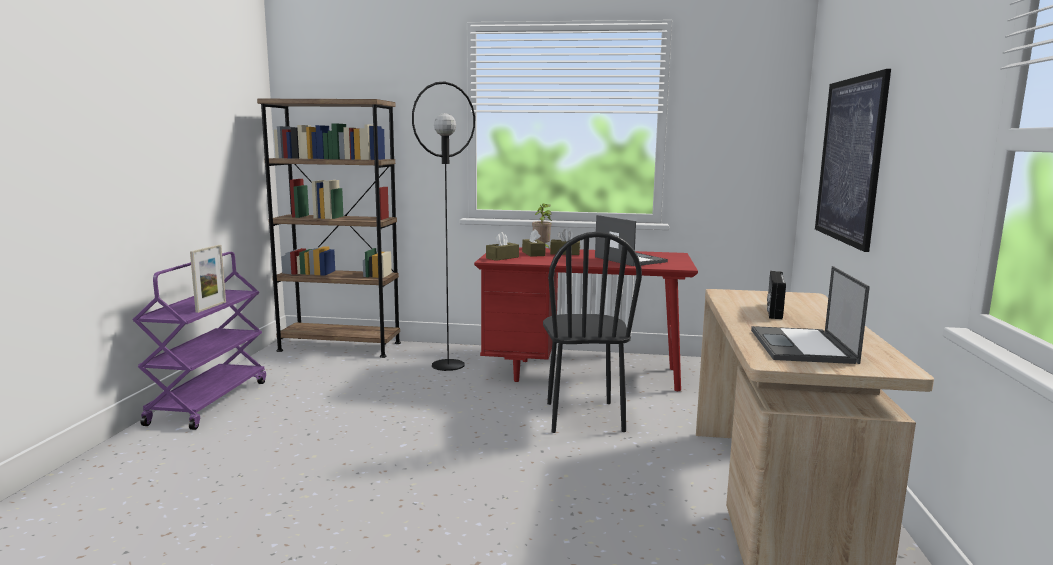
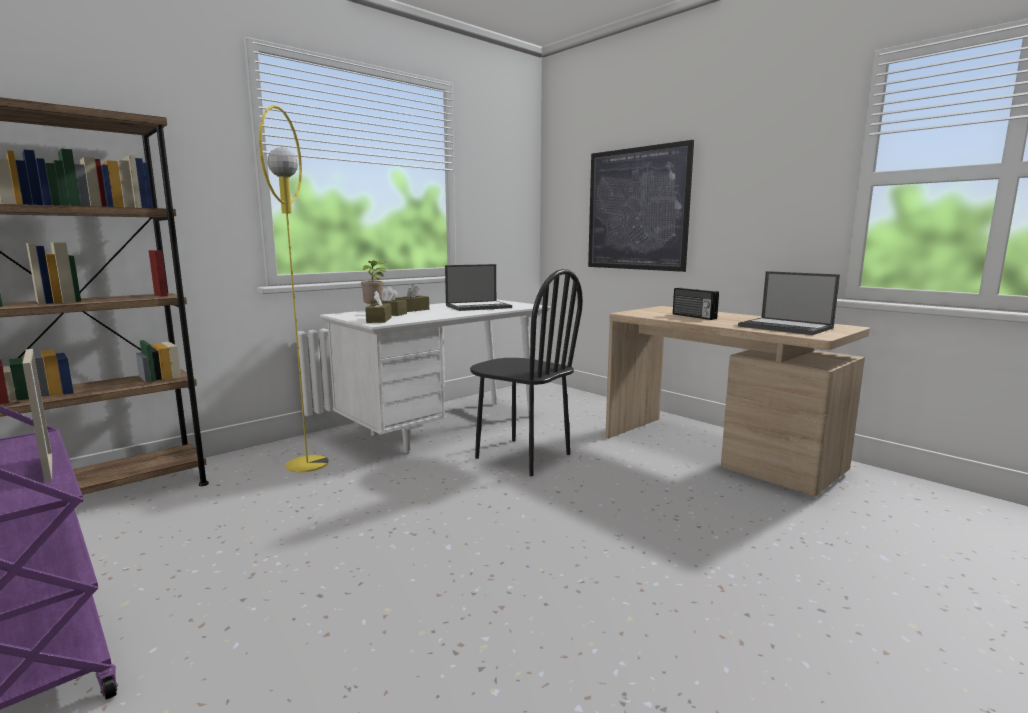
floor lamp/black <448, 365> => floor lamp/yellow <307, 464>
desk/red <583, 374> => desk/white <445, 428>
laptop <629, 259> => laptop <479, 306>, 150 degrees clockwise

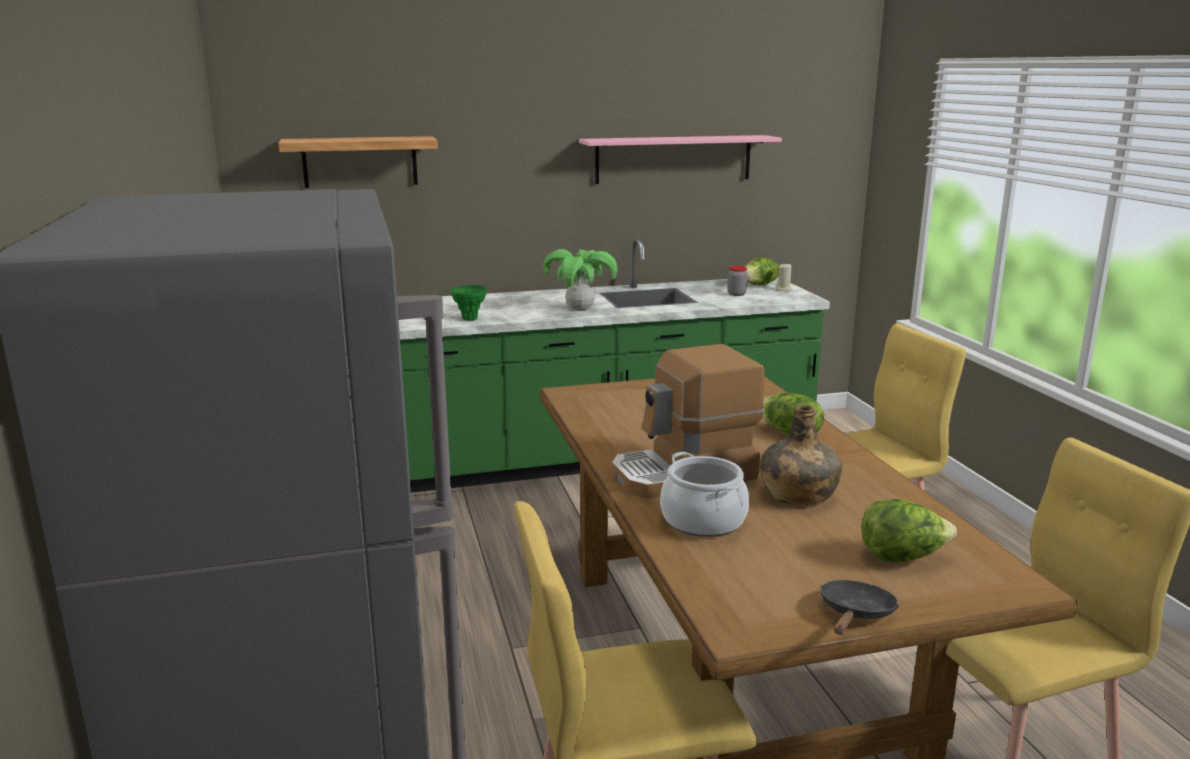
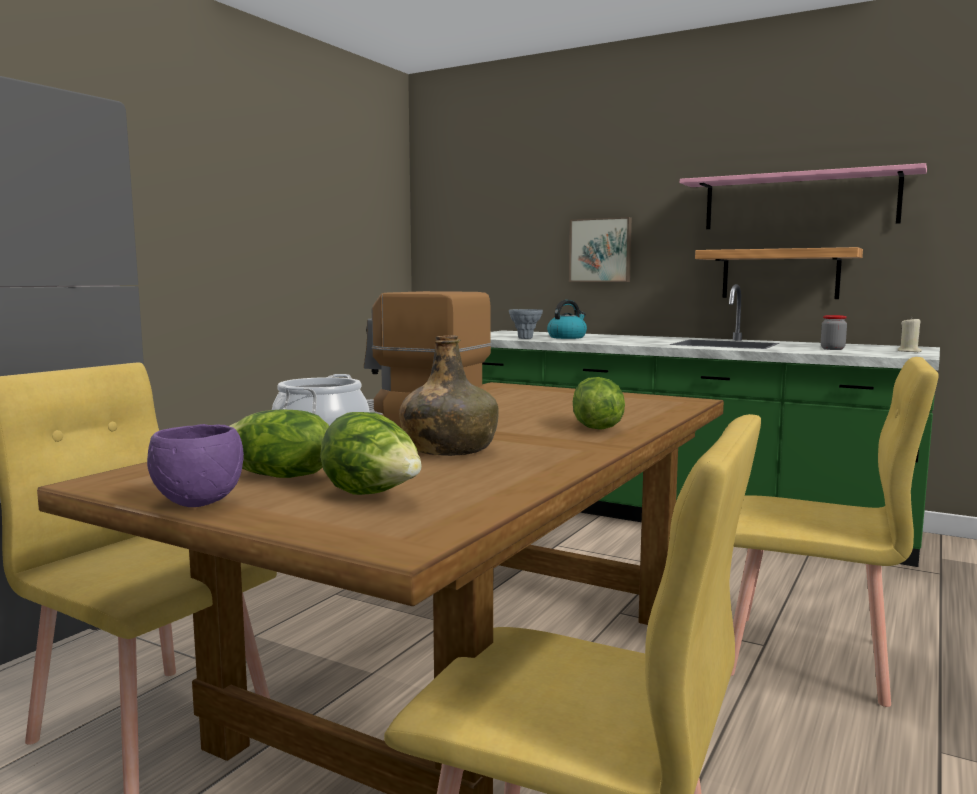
shelf <360, 162> => shelf <780, 274>, moved
vase/green <469, 319> => vase/grey <525, 338>
potted plant <580, 309> => nothing
lettuce <759, 285> => lettuce <279, 477>, moved
frying pan/black <855, 614> => bowl/purple <198, 503>
nothing => kettle <567, 337>
nothing => picture <601, 250>

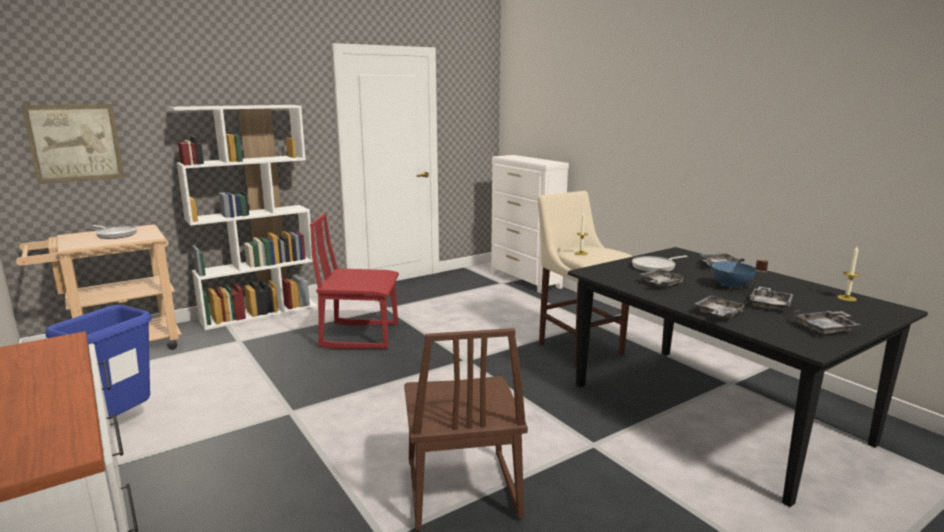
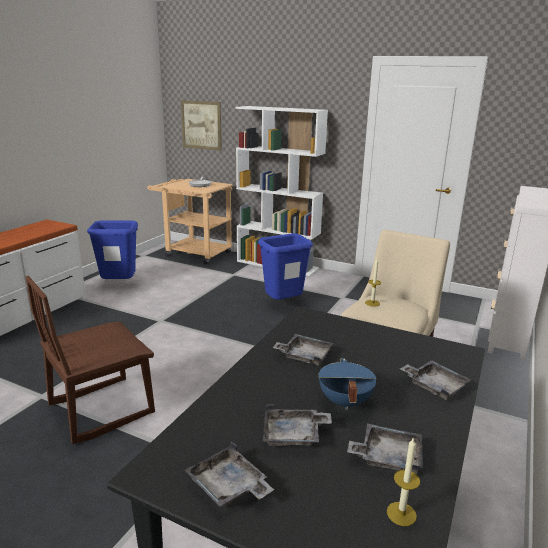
chair/red <360, 335> => trash can/blue <284, 304>
frying pan <655, 267> => nothing
tray/grey <718, 314> => tray/grey <388, 457>, moved

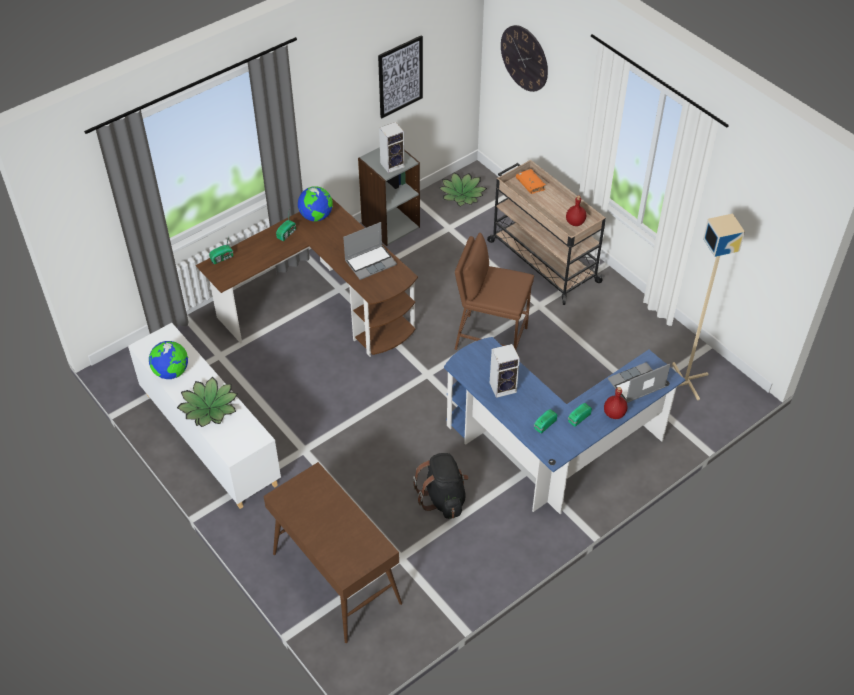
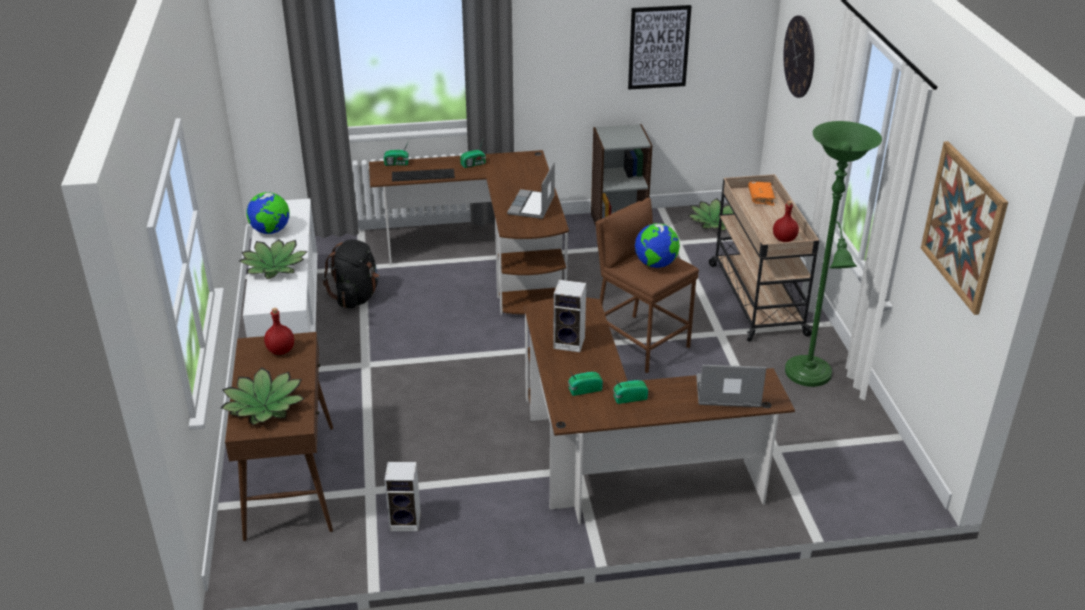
globe <316, 216> => globe <656, 264>, moved
laptop <370, 262> => laptop <532, 206>, 105 degrees clockwise
speaker <393, 164> => speaker <406, 521>, moved
backpack/black <443, 498> => backpack/black <356, 297>, moved
desk/blue <549, 452> => desk/brown <618, 462>
bottle/red <614, 413> => bottle/red <281, 350>, moved
floor lamp/beige <686, 381> => nothing
nothing => potted plant <264, 406>
nothing => keyboard <423, 174>
nothing => floor lamp/green <809, 376>
nothing => picture <963, 226>

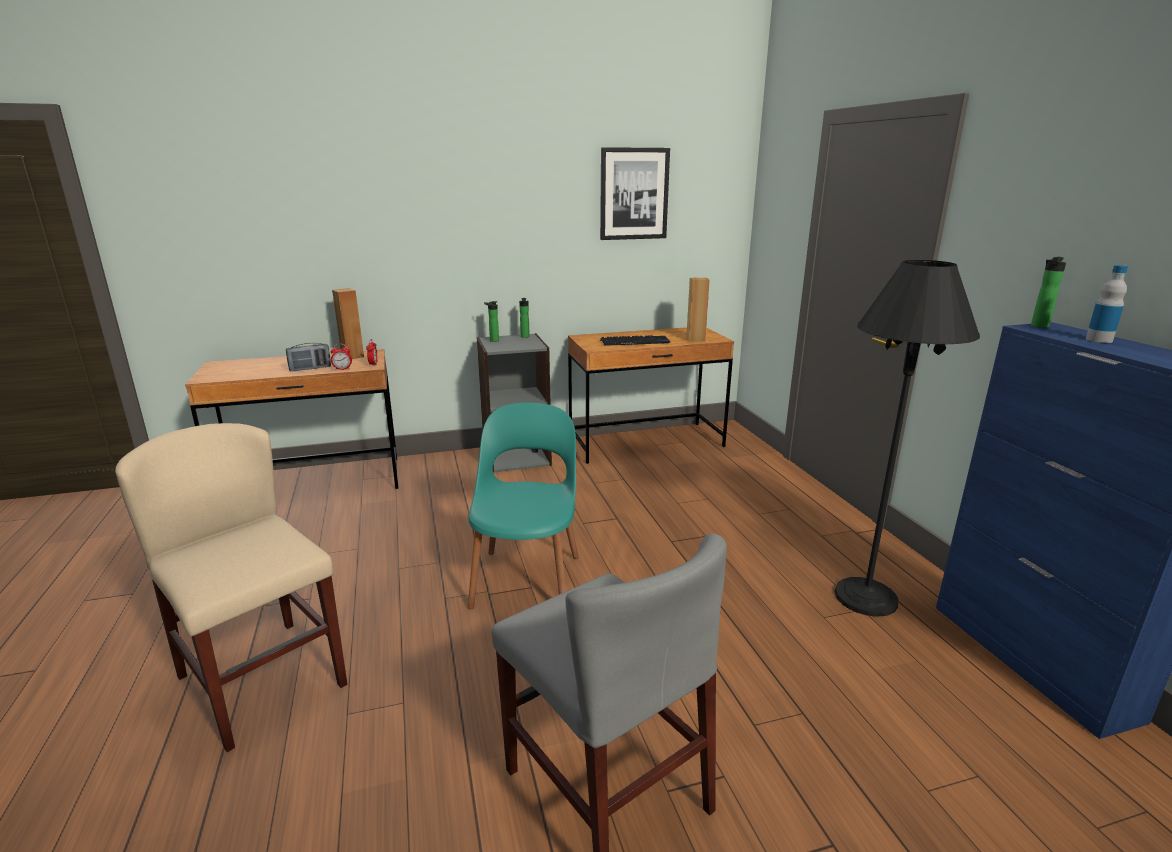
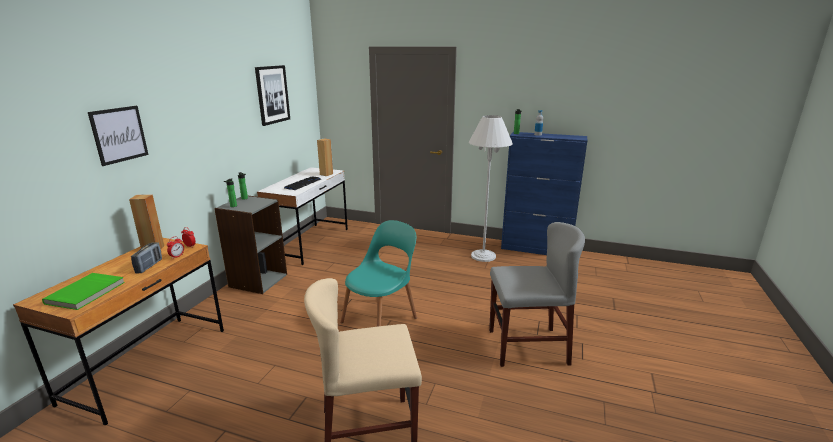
chair/turquoise <527, 577> => chair/turquoise <381, 318>, 90 degrees clockwise
desk/brown <646, 442> => desk/white <310, 243>
floor lamp/black <866, 597> => floor lamp/white <483, 256>
nothing => book/green <87, 293>
nothing => picture <119, 134>

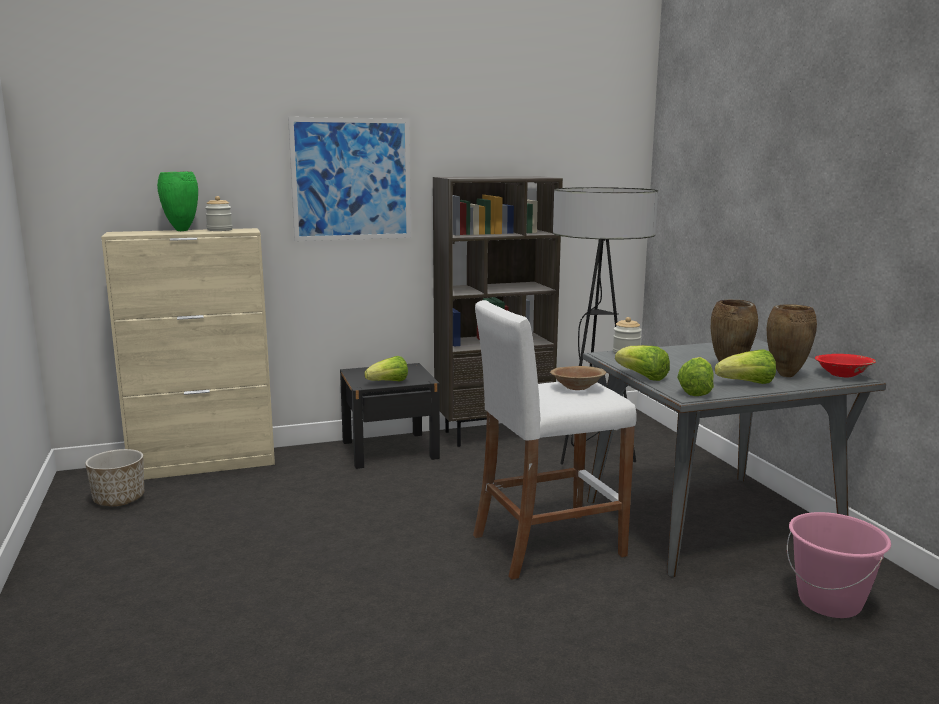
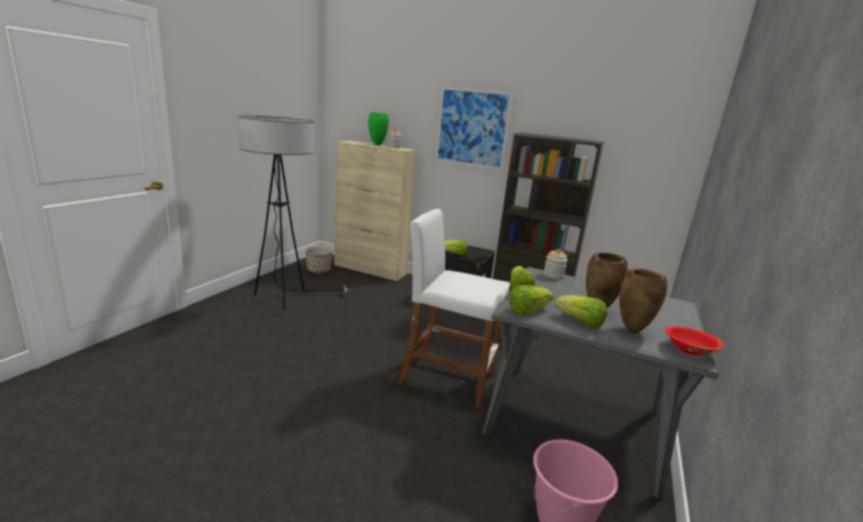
bowl/brown <577, 387> => nothing
floor lamp <593, 459> => floor lamp <284, 301>, moved

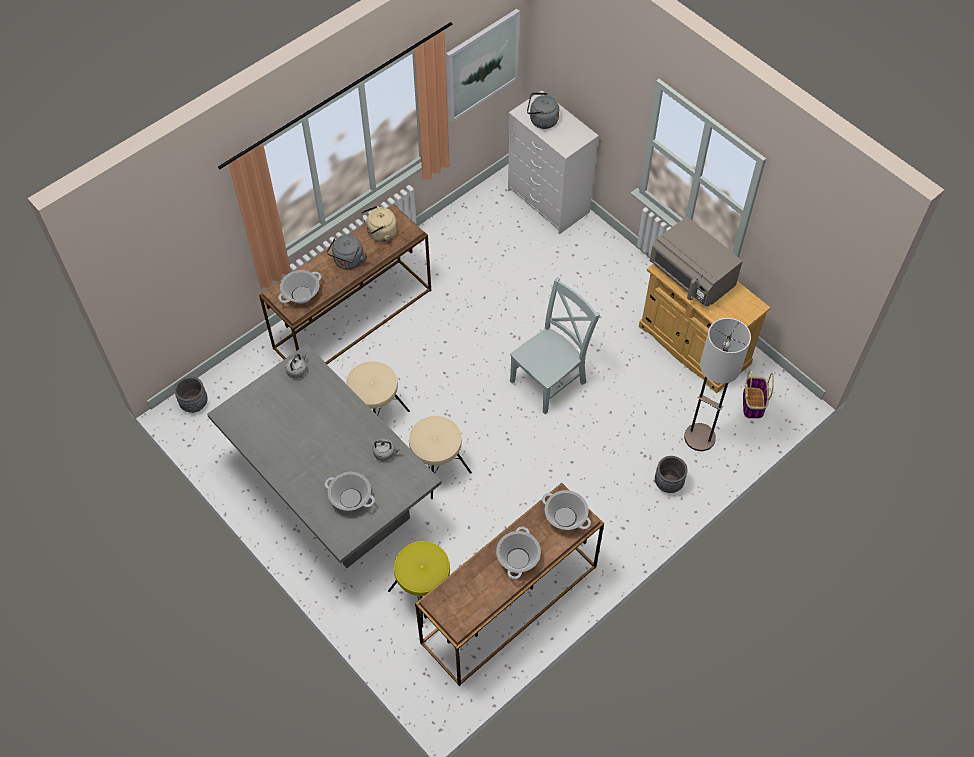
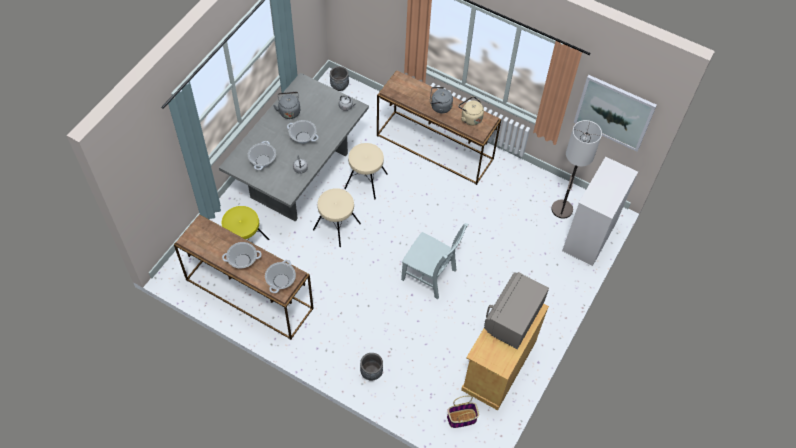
cooking pot <301, 294> => cooking pot <303, 137>, moved
kettle/grey <541, 121> => kettle/grey <289, 111>, moved
floor lamp <700, 437> => floor lamp <562, 209>, moved

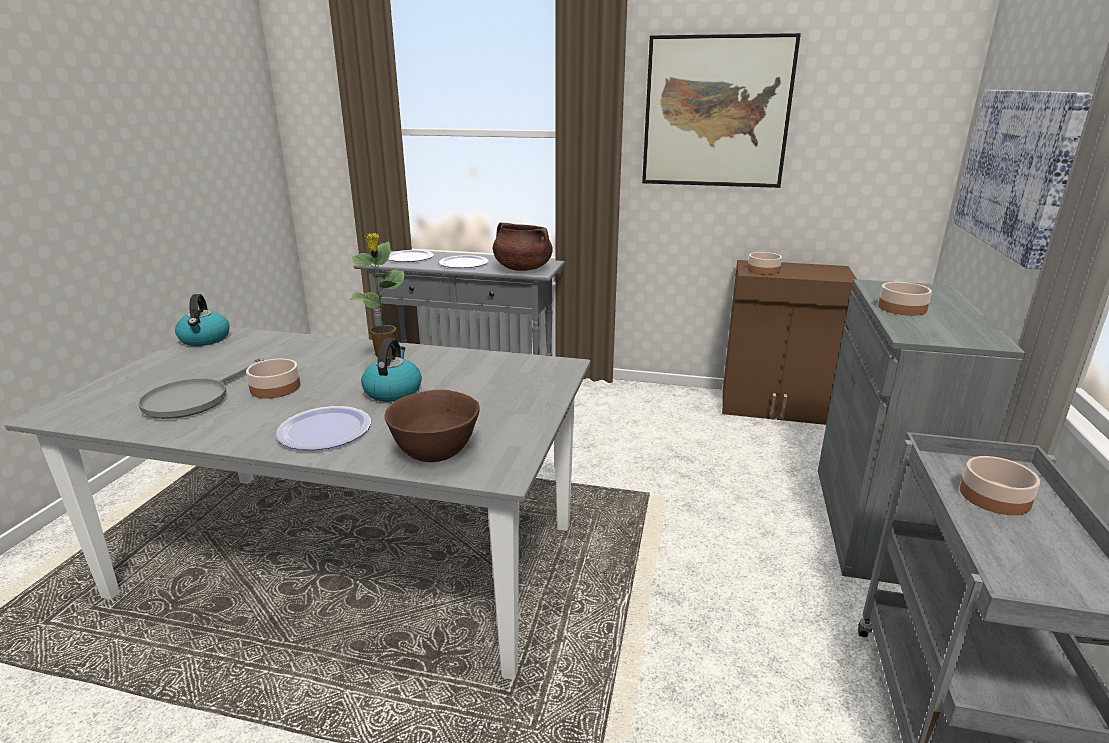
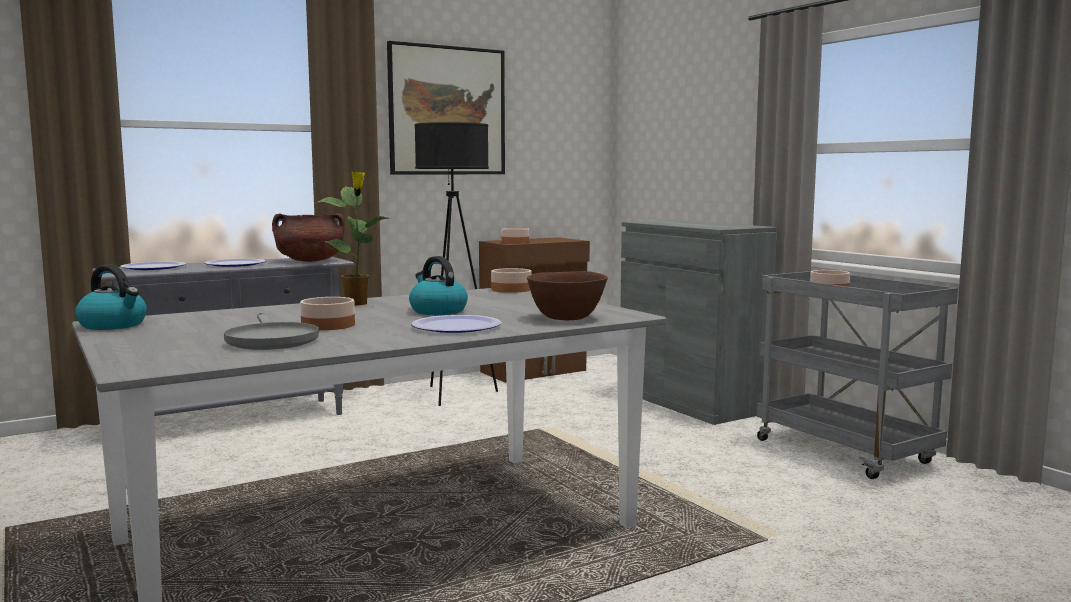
bowl <901, 308> => bowl <511, 289>, moved
picture <1018, 170> => nothing
nothing => floor lamp/black <455, 394>

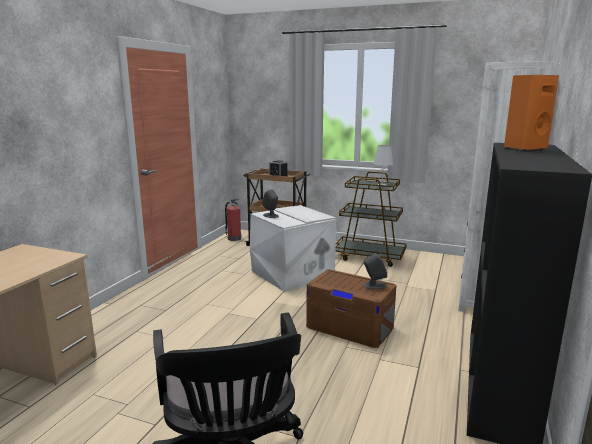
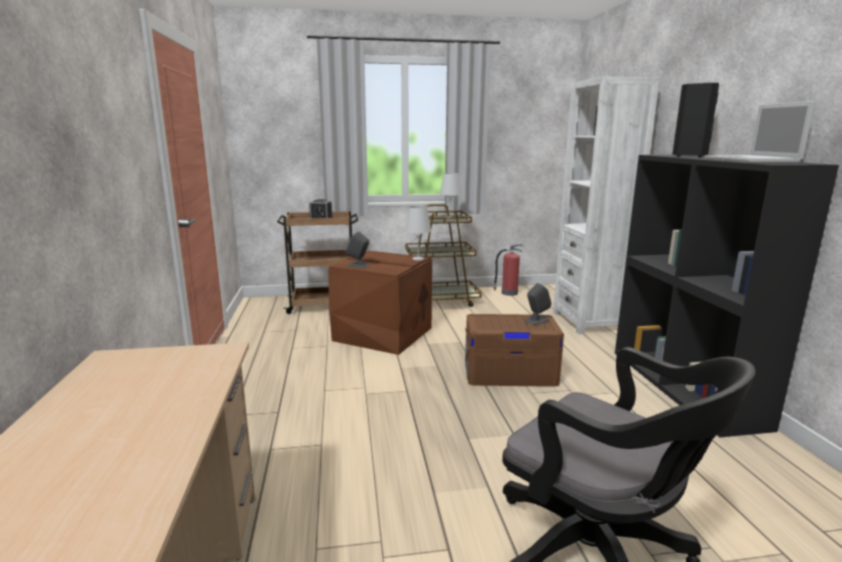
fire extinguisher <234, 238> => fire extinguisher <508, 293>, moved
storage box/white <292, 274> => storage box/brown <383, 334>
speaker/orange <523, 148> => speaker/black <689, 156>
nothing => table lamp/white <417, 259>
nothing => laptop <752, 160>

